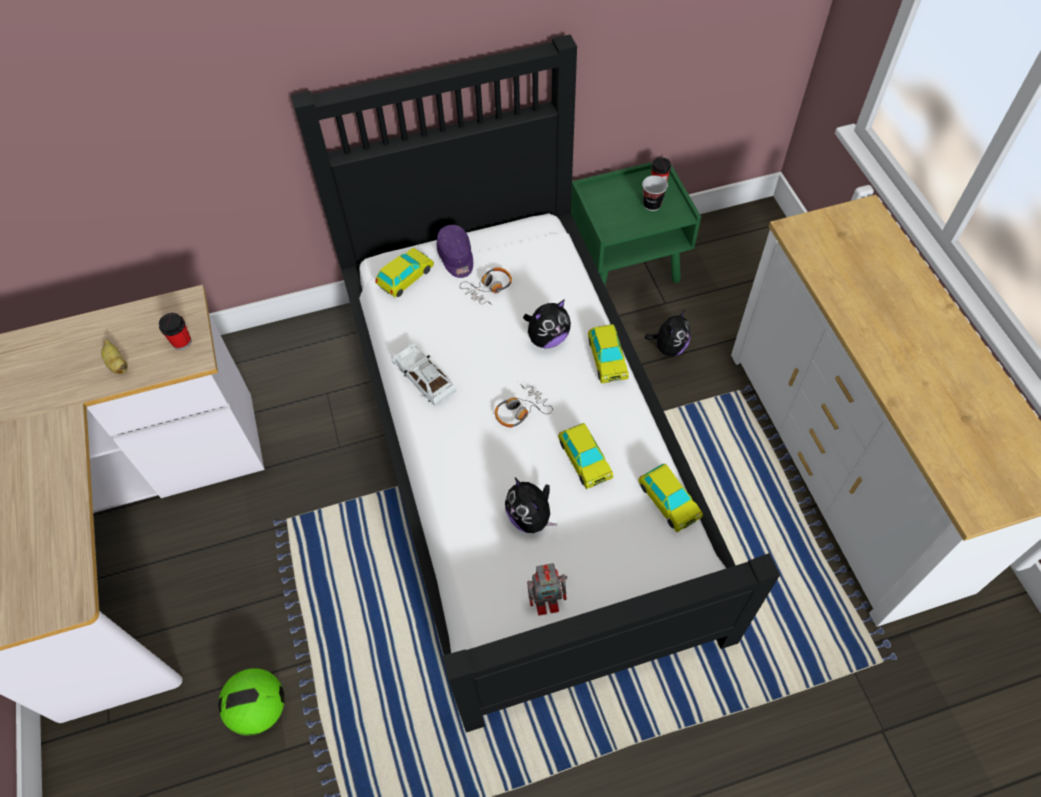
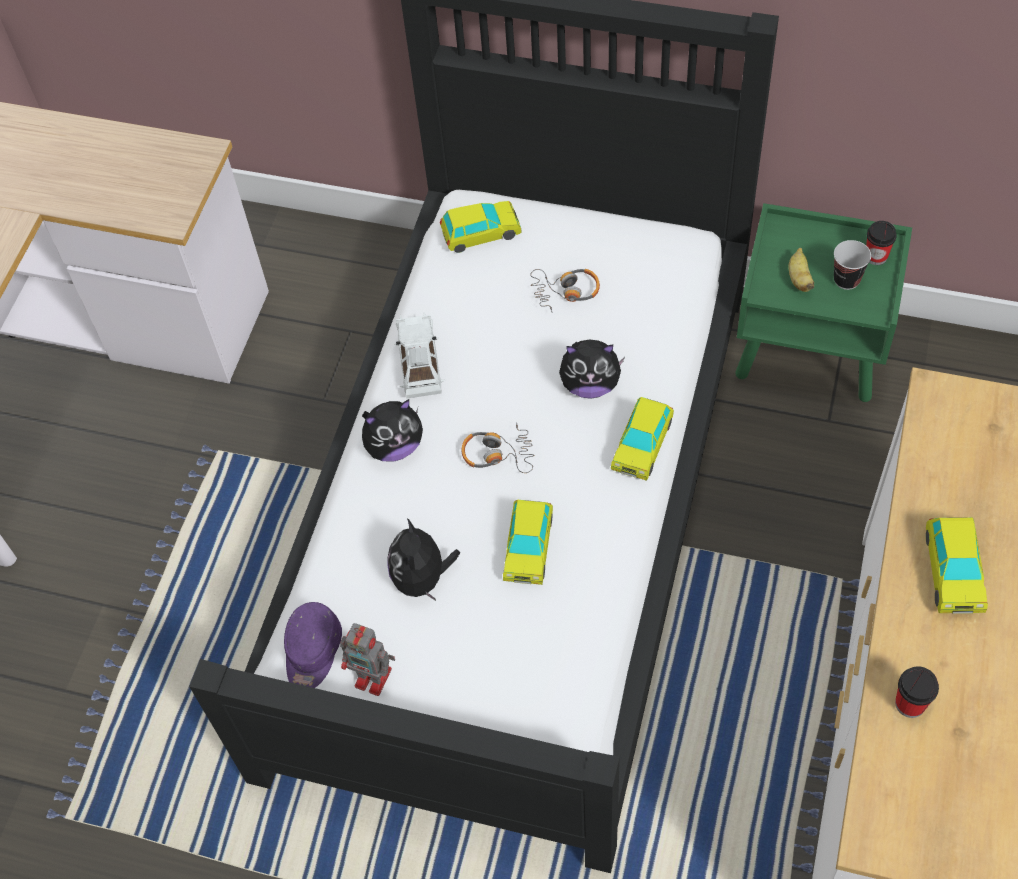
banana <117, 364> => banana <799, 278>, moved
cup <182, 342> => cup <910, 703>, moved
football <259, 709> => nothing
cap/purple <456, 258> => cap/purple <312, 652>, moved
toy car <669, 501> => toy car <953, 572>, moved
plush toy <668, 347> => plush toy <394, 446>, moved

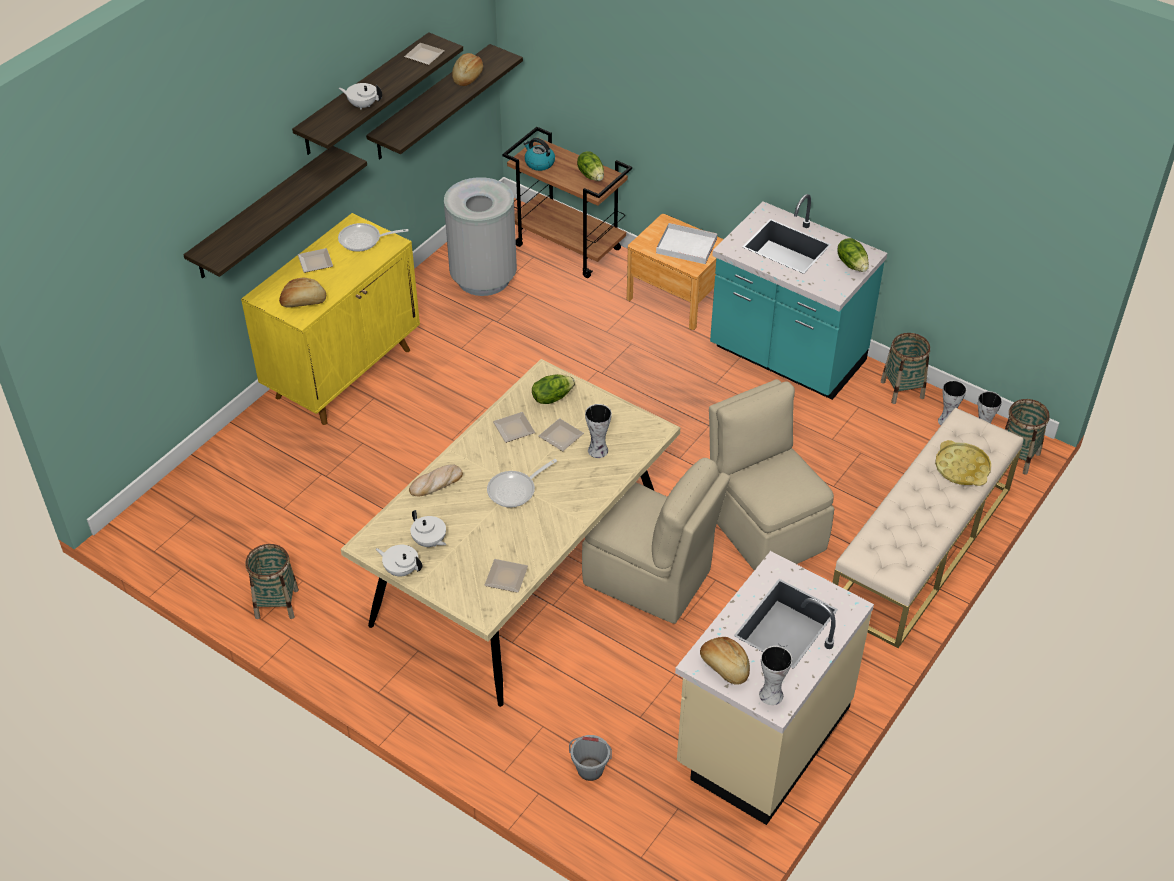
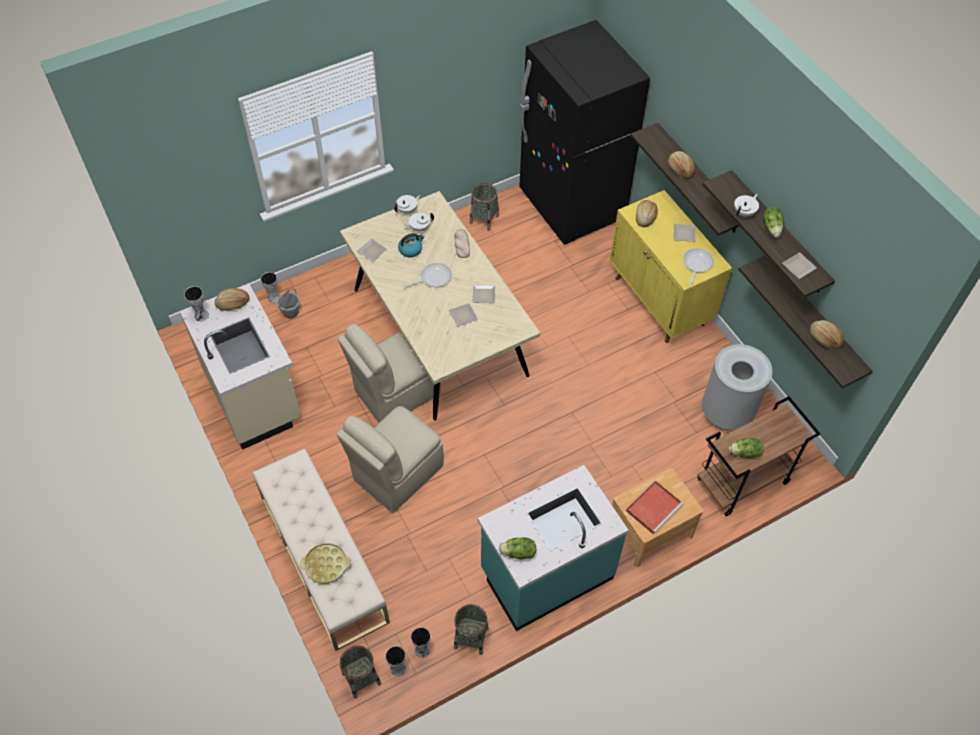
frying pan <515, 490> => frying pan <433, 278>, 75 degrees clockwise
kettle <539, 163> => kettle <411, 249>, moved
lettuce <552, 397> => lettuce <772, 228>, moved
vase <598, 451> => vase <273, 298>, moved
tray/white <685, 246> => tray/red <654, 507>
chair/beige <764, 528> => chair/beige <396, 474>, 135 degrees clockwise
nothing => fridge/black <572, 206>
nothing => bread <680, 169>

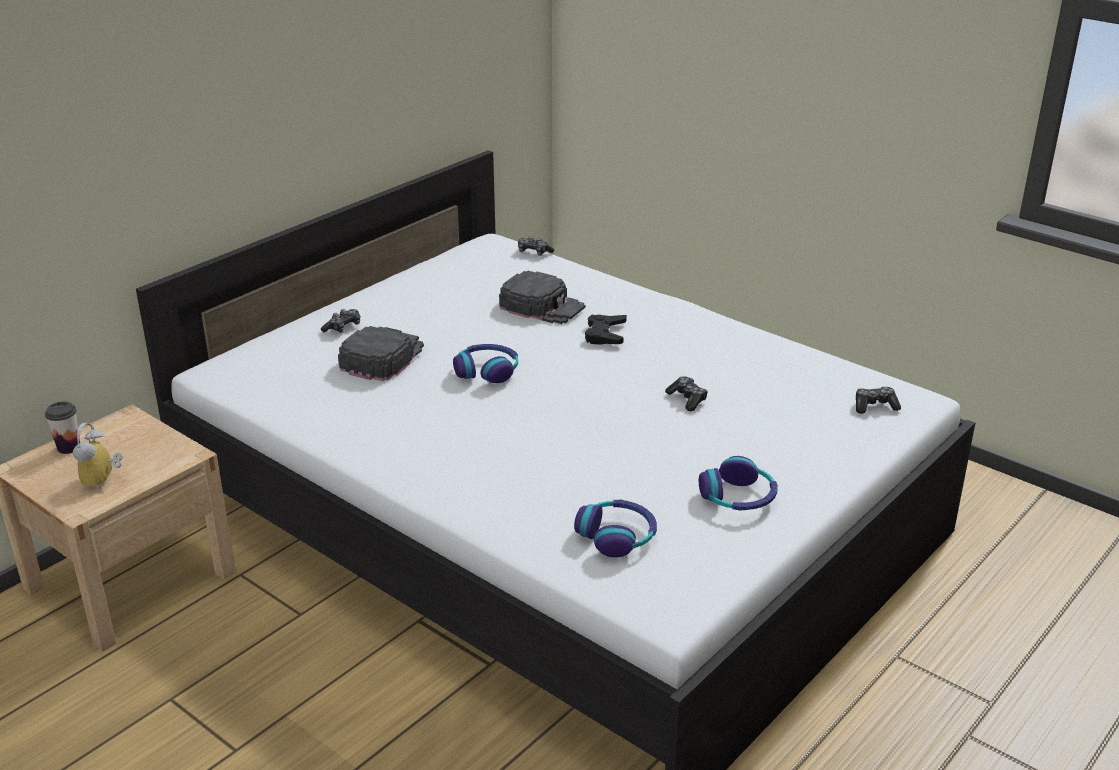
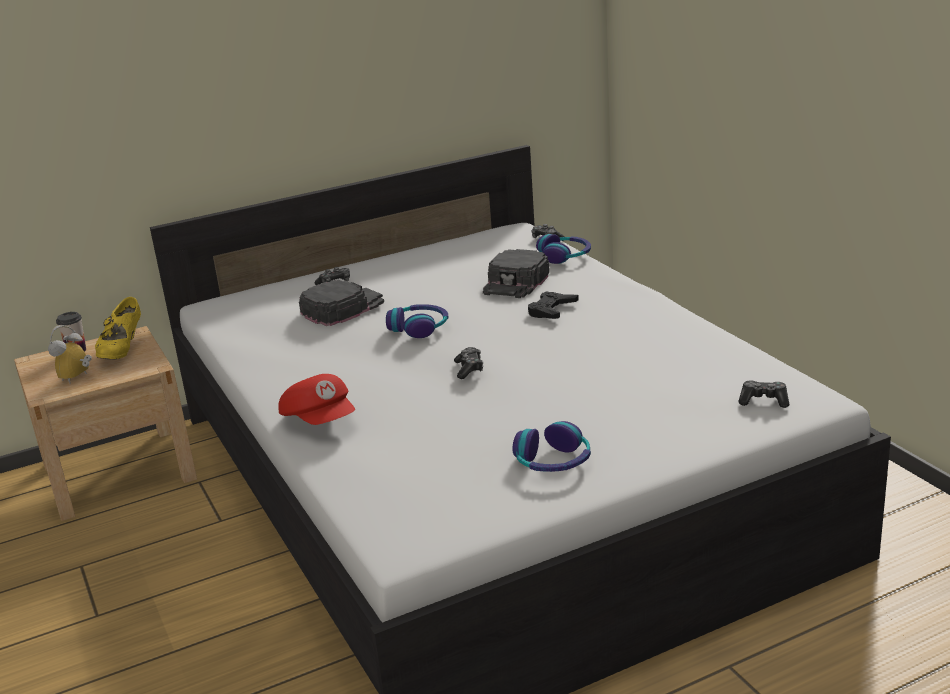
cap/black <542, 306> => cap/black <516, 282>, 60 degrees clockwise
headphones <617, 536> => headphones <565, 256>, moved
game controller <687, 399> => game controller <469, 369>, moved
nothing => shoe/yellow <122, 350>
nothing => cap/red <321, 420>

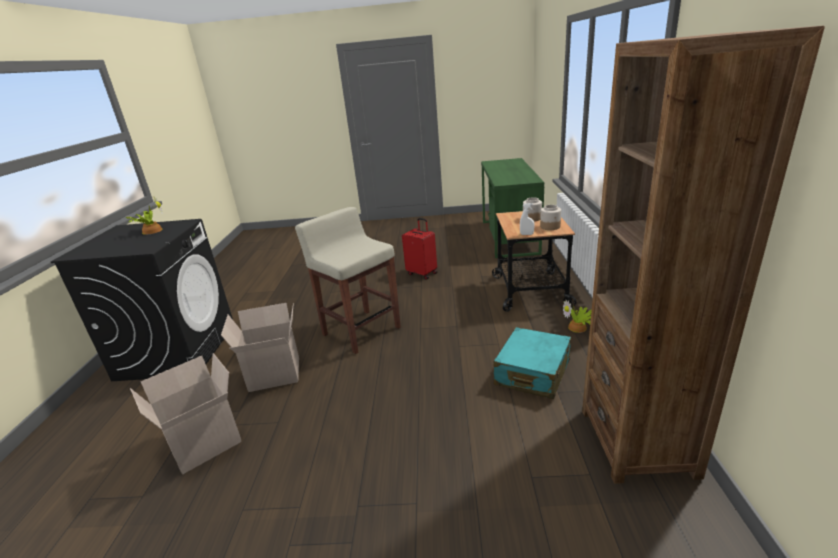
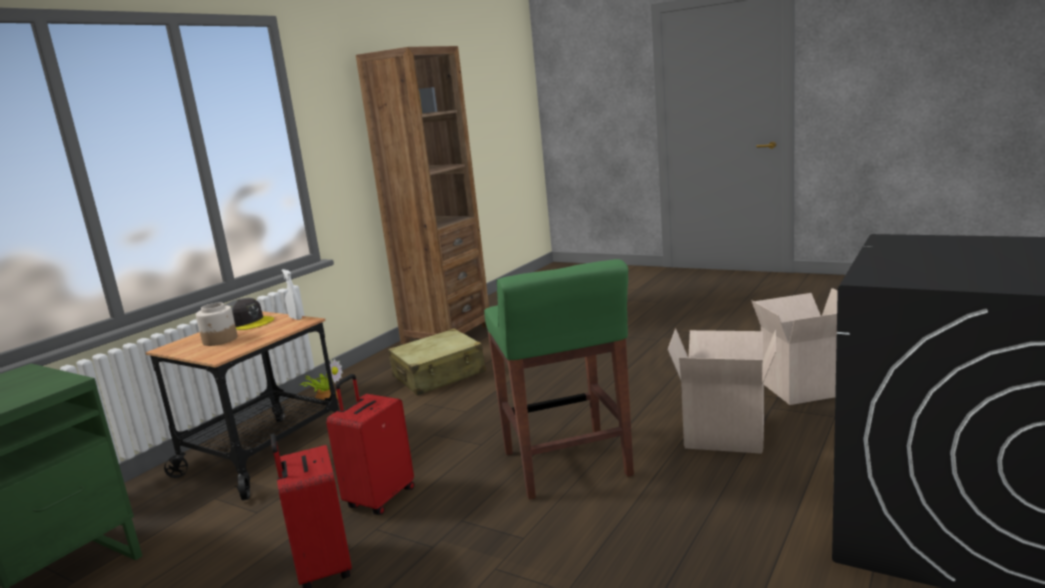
potted plant <151, 231> => nothing
stool/beige <361, 331> => stool/green <566, 465>
suitcase/turquoise <532, 373> => suitcase/beige <439, 375>
jar <550, 227> => cap/grey <247, 322>
nothing => suitcase/red <379, 498>

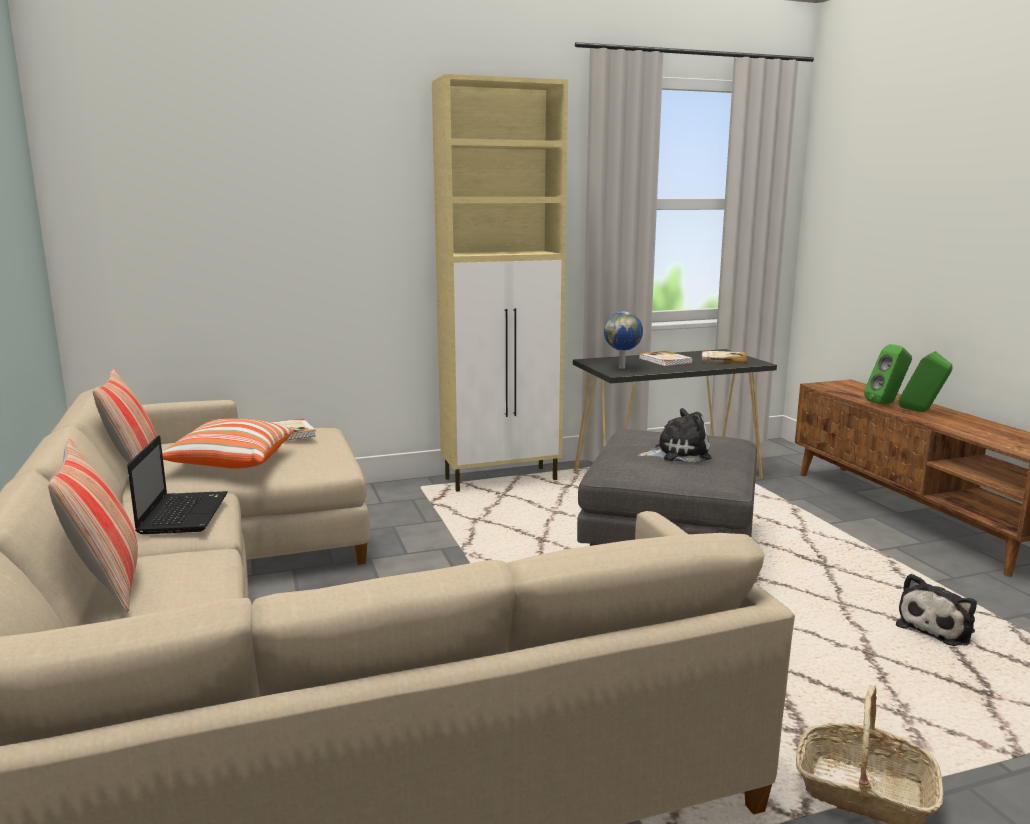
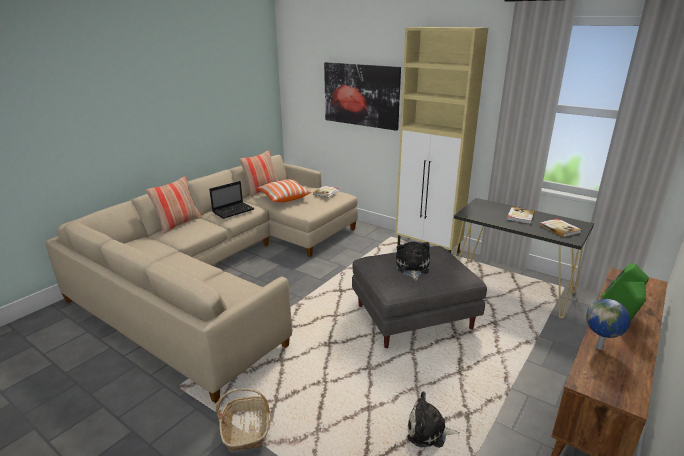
globe <622, 367> => globe <600, 347>, moved
plush toy <678, 453> => plush toy <412, 268>, 135 degrees counterclockwise
nothing => picture <361, 95>

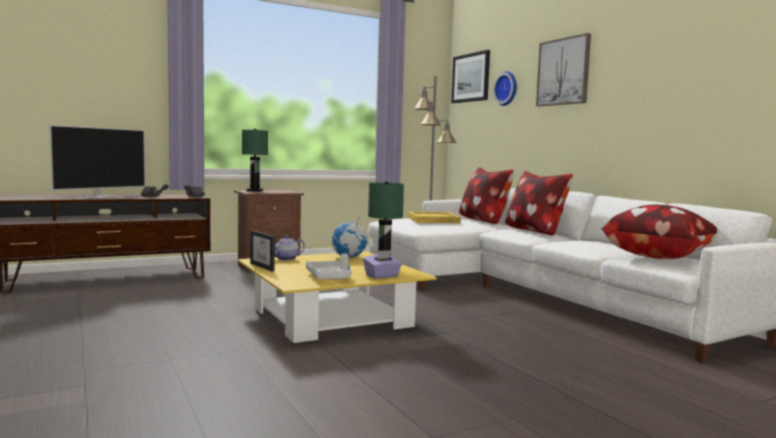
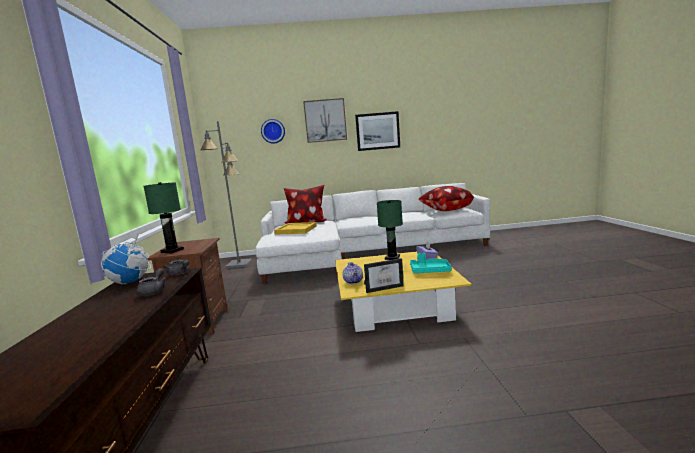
television <99, 197> => nothing
tray/grey <330, 277> => tray/turquoise <429, 271>
globe <349, 257> => globe <130, 282>, moved
picture <471, 77> => picture <377, 131>, moved
pillow <535, 231> => nothing

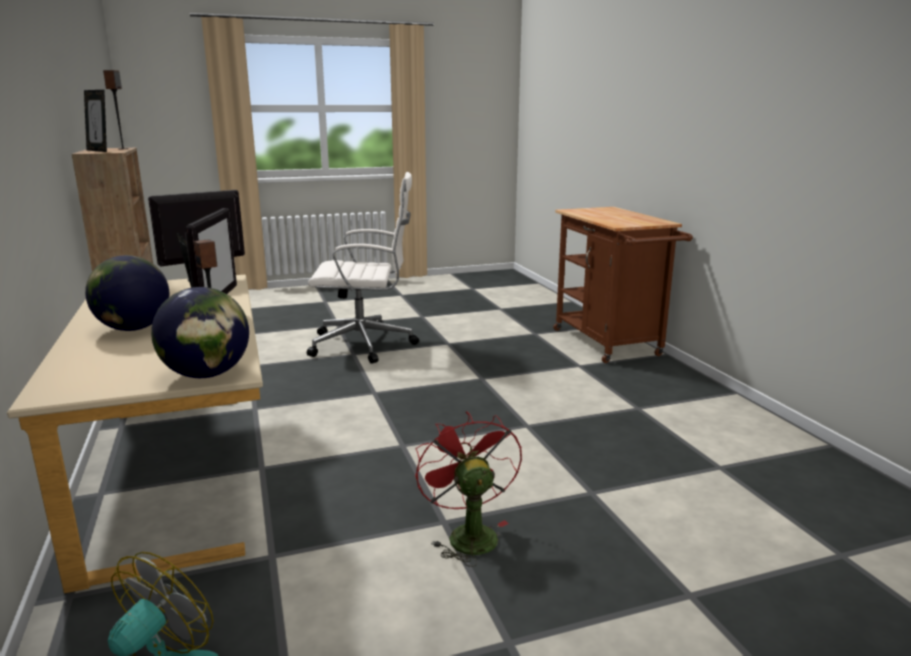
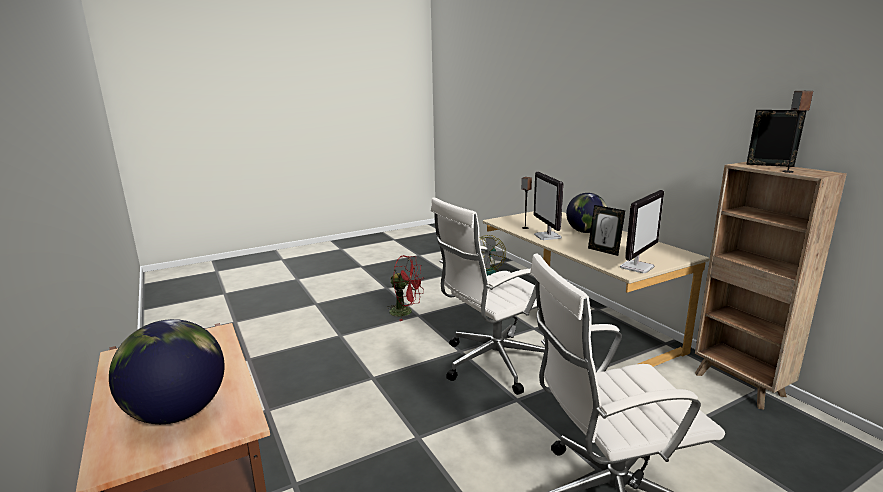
globe <207, 375> => globe <178, 413>, moved
fan/red <467, 534> => fan/red <406, 312>, 45 degrees counterclockwise
nothing => office chair/white <492, 363>

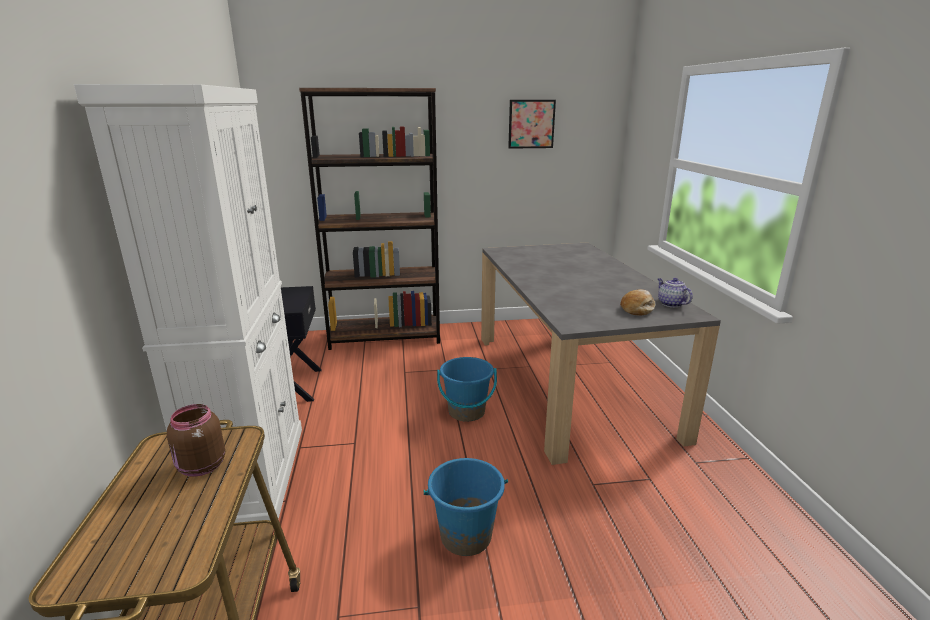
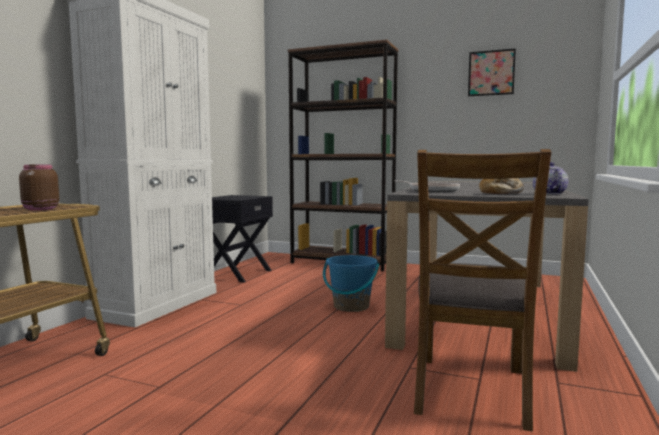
bucket/blue <466, 536> => nothing
nothing => frying pan <432, 191>
nothing => chair/brown <470, 389>

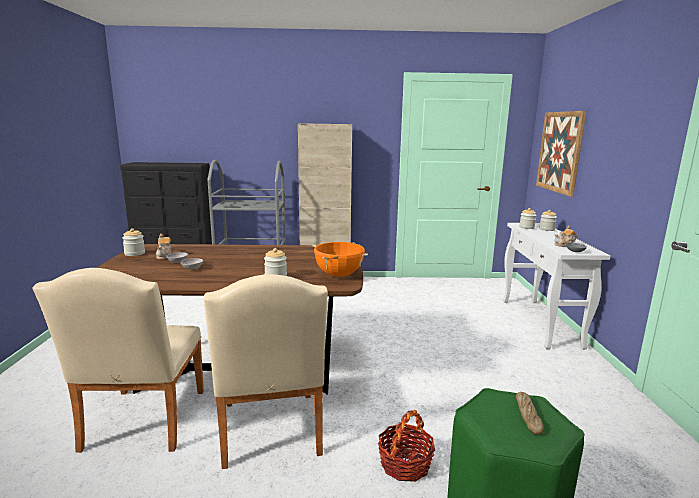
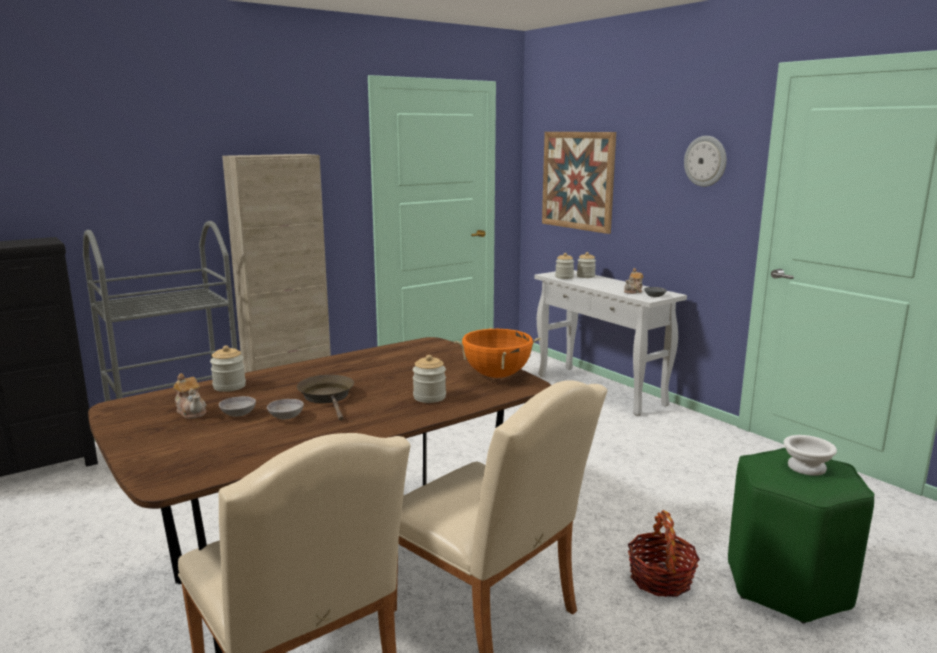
jar <134, 253> => jar <229, 386>, moved
bread <528, 416> => bowl/white <806, 467>
nothing => frying pan/brown <328, 397>
nothing => wall clock <705, 161>

